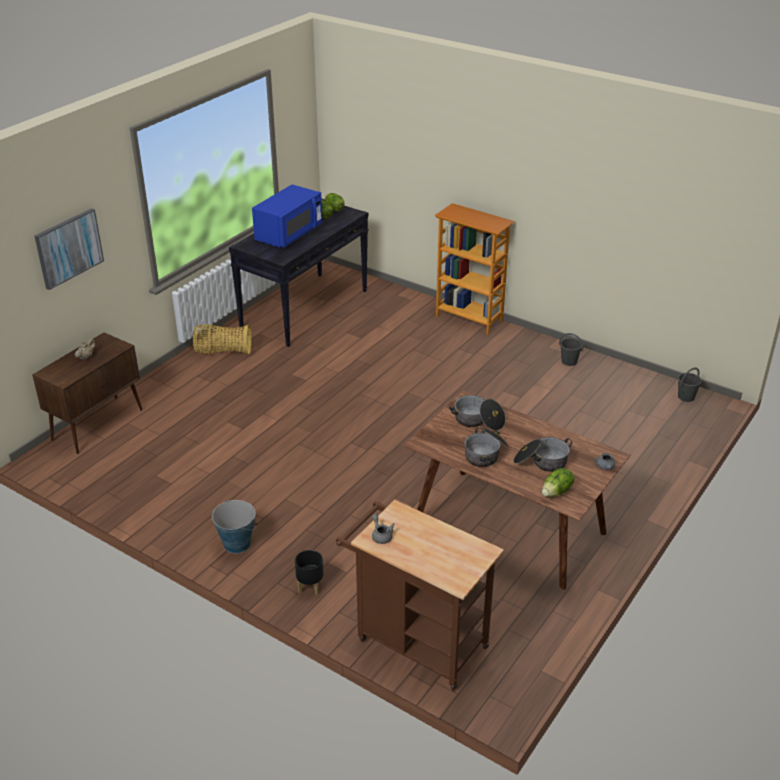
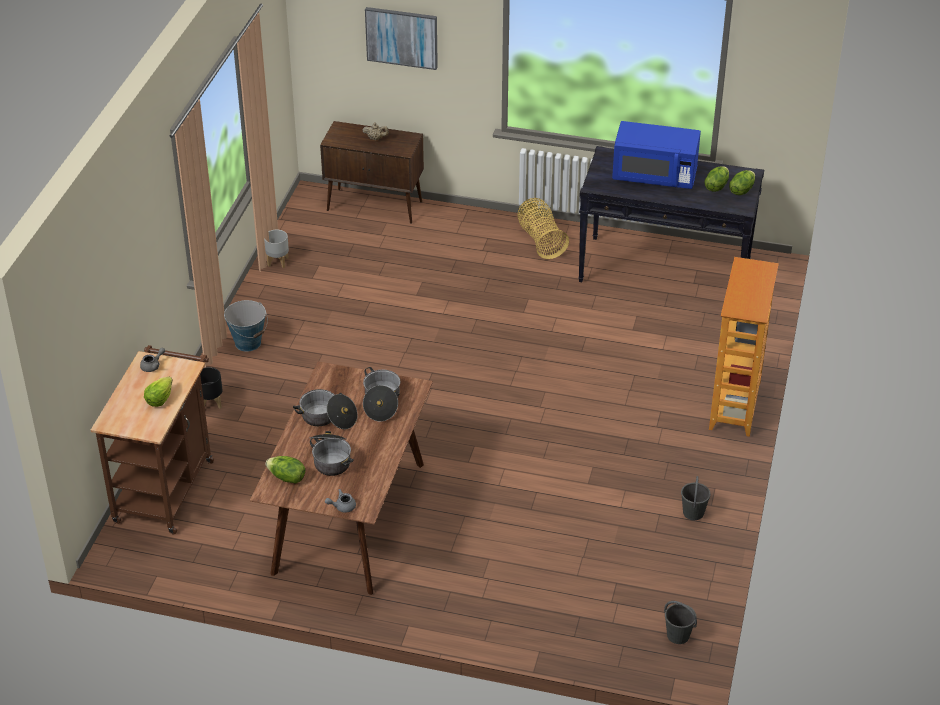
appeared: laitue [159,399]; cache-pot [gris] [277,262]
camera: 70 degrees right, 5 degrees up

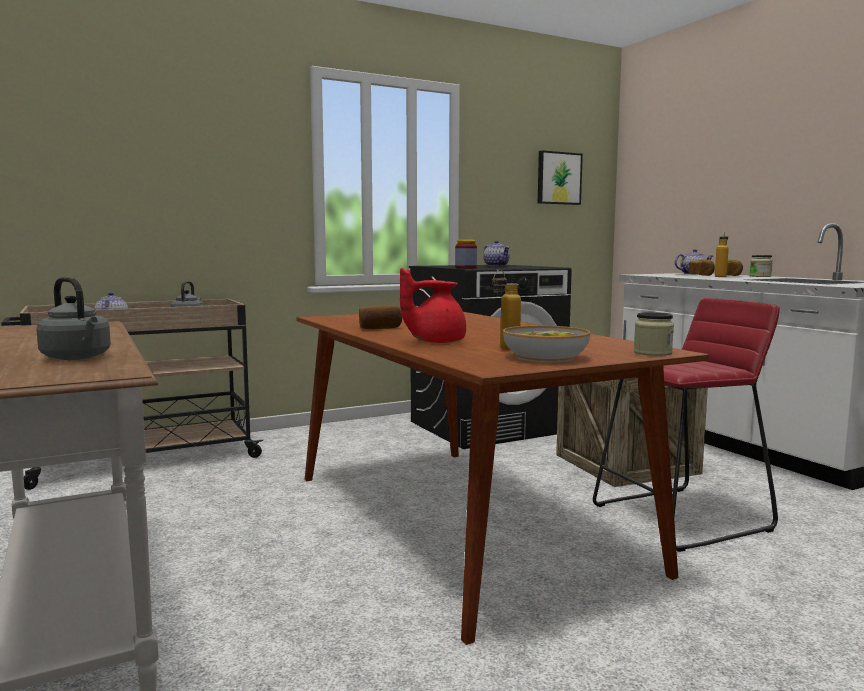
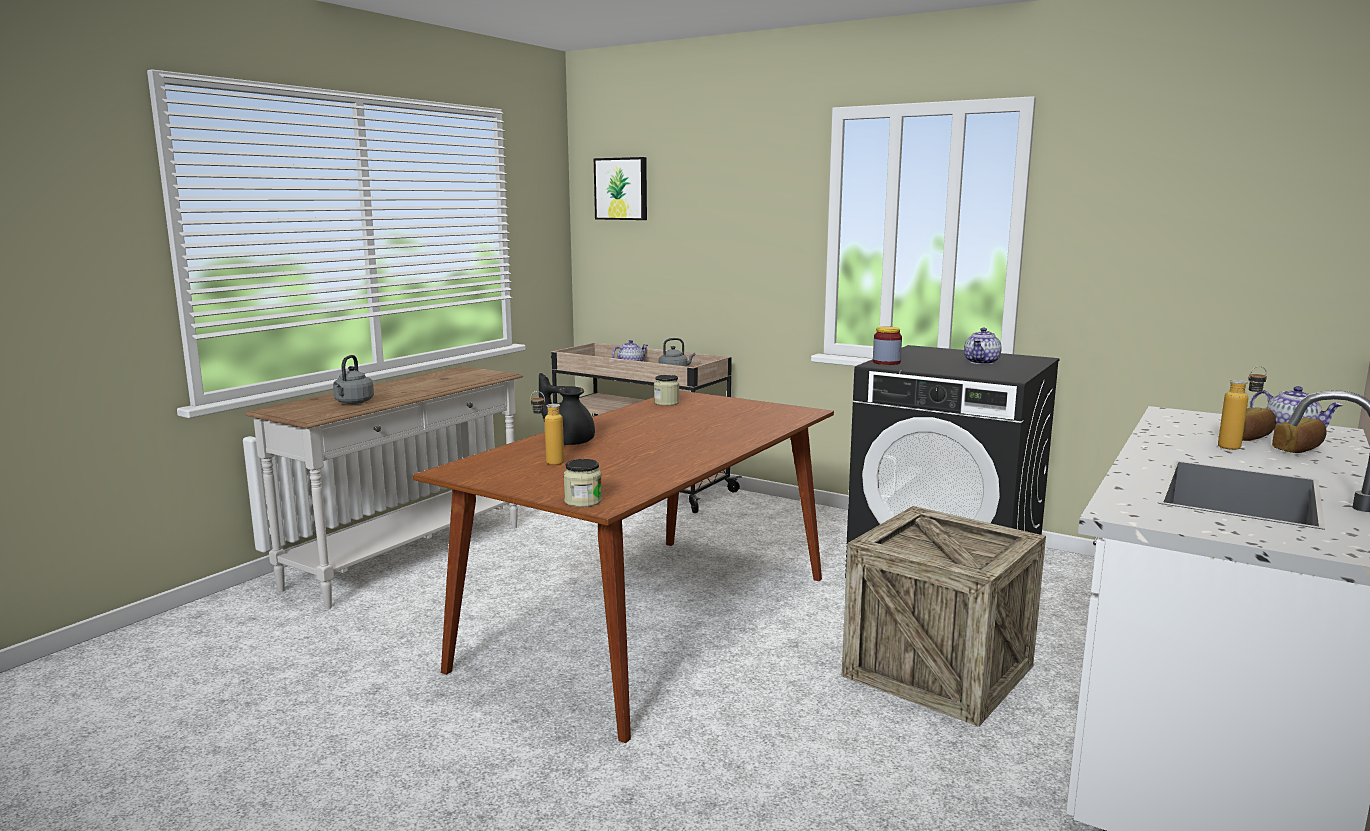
missing: pain [380,328]; bol [545,357]; tabouret [rouge] [681,518]
relocated: tableau [558,178] to [622,189]; bocal [760,276] to [666,403]
colour: théière [rouge] [435,342] to théière [noir] [568,441]
camera: 60 degrees right, 5 degrees up

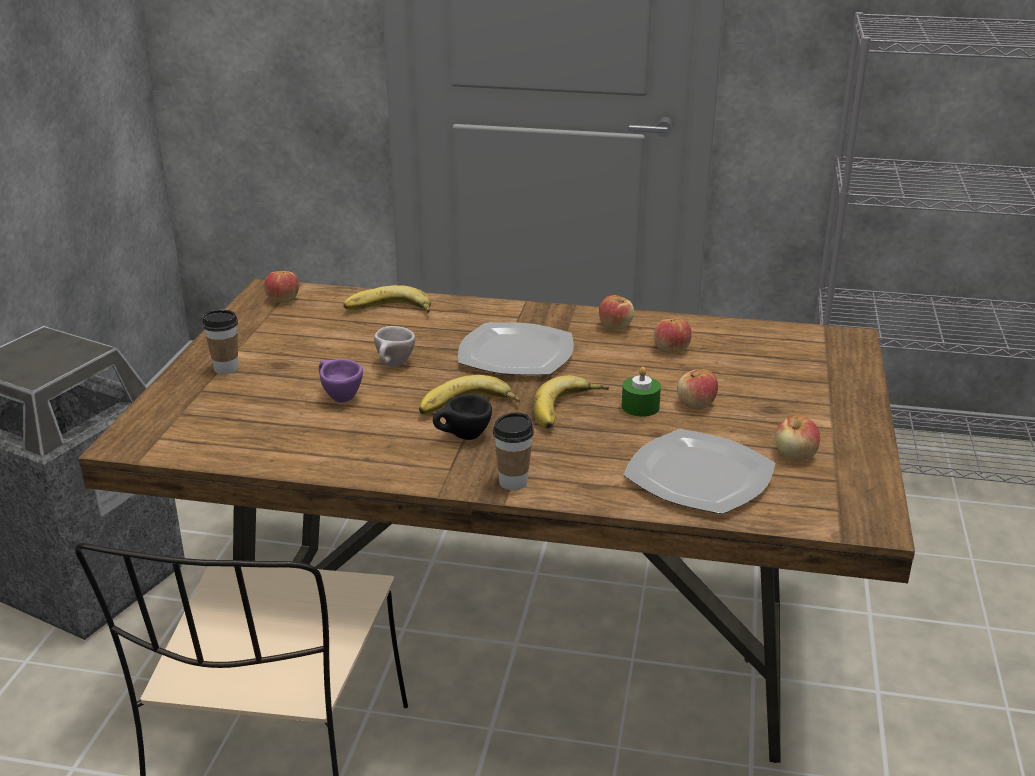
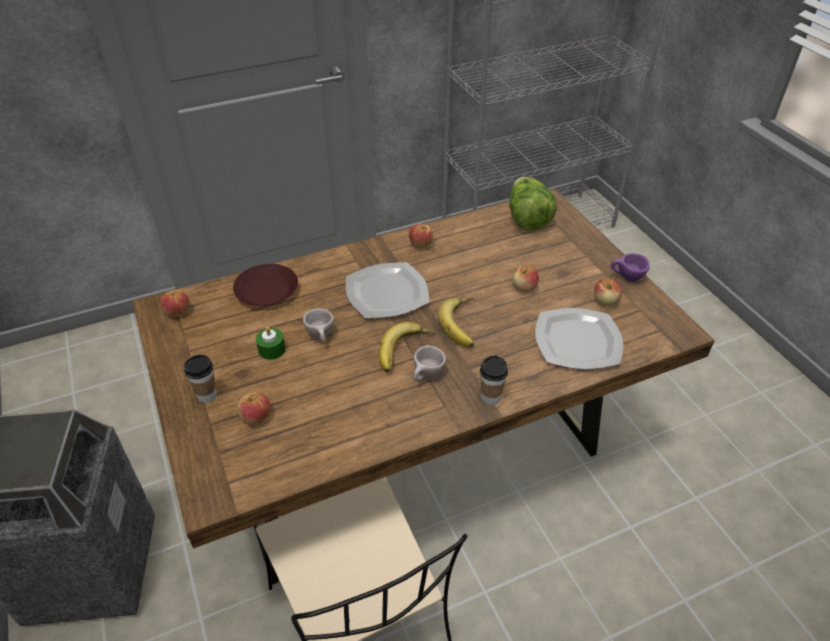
appeared: laitue [527,219]
relocated: tasse [violet] [338,397] to [626,278]; bougie [vert] [640,407] to [272,350]; pomme [671,349] to [256,417]
exchanged: banane [389,311] to assiette [marron] [267,291]
colour: tasse [noir] [463,437] to tasse [beige] [426,377]
camera: 35 degrees left, 15 degrees up

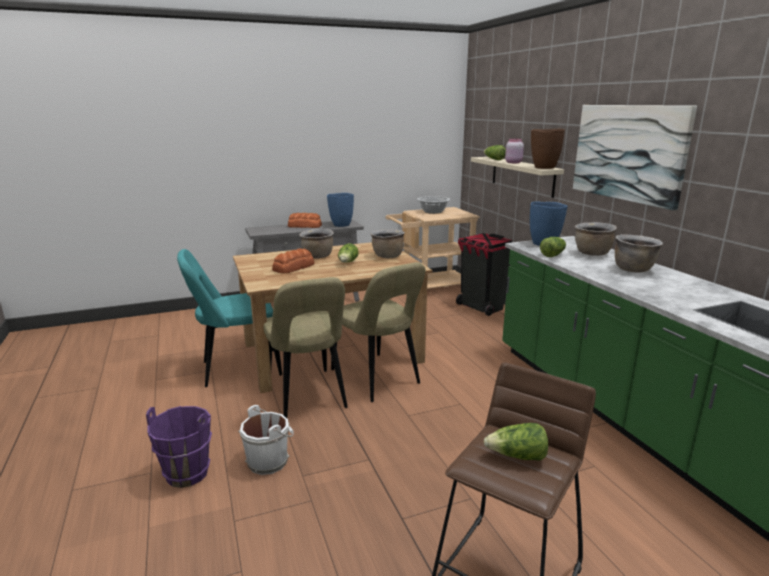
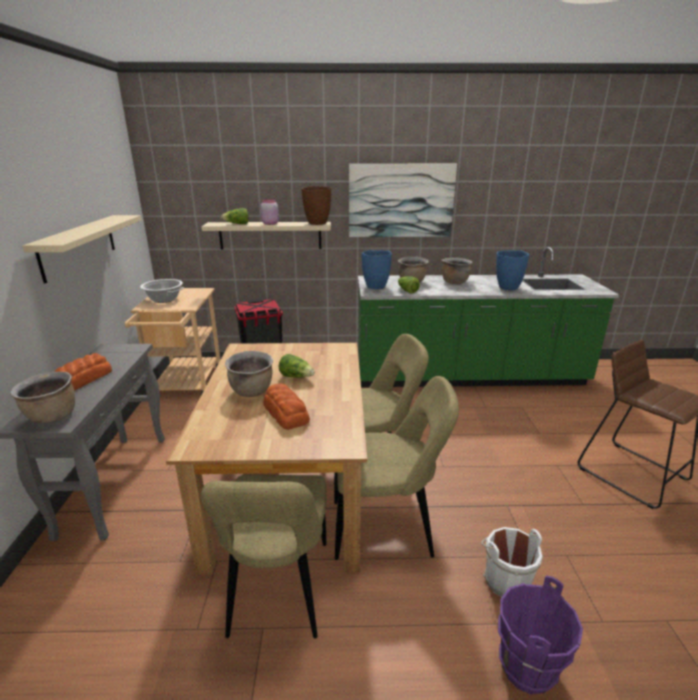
missing: laitue [517,456]
appeared: étagère [beige] [79,246]
relocated: vase [bleu] [341,225] to [508,288]; marmite [marron] [387,256] to [52,417]
colour: chaise [turquoise] [237,369] to chaise [beige] [278,592]
camera: 70 degrees left, 5 degrees up

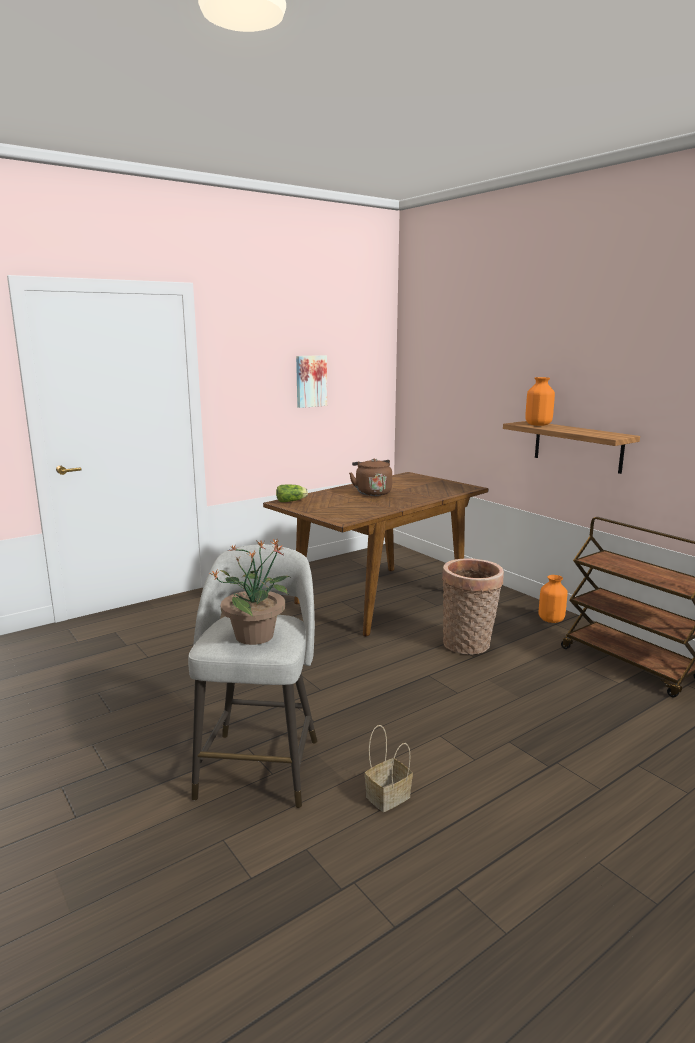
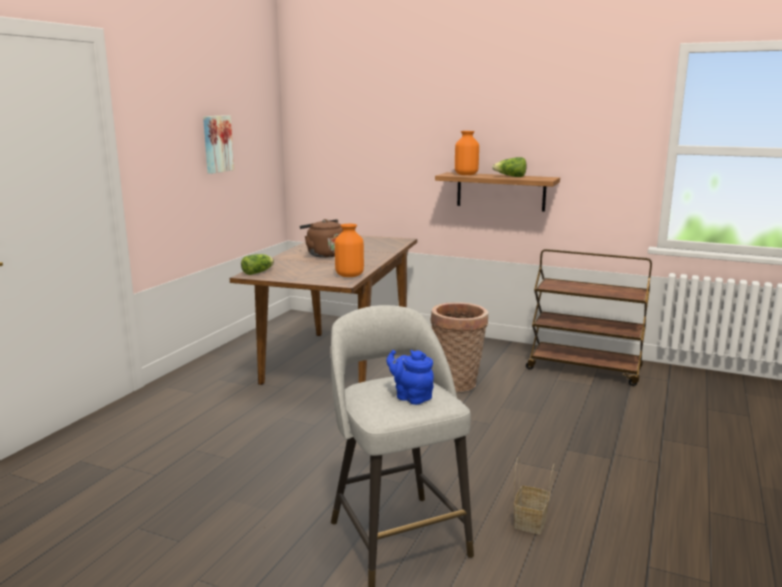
appeared: laitue [510,176]
relocated: vase [orange] [551,620] to [349,275]
exchanged: plante en pot [255,635] to théière [bleu] [411,397]
camera: 30 degrees left, 0 degrees up

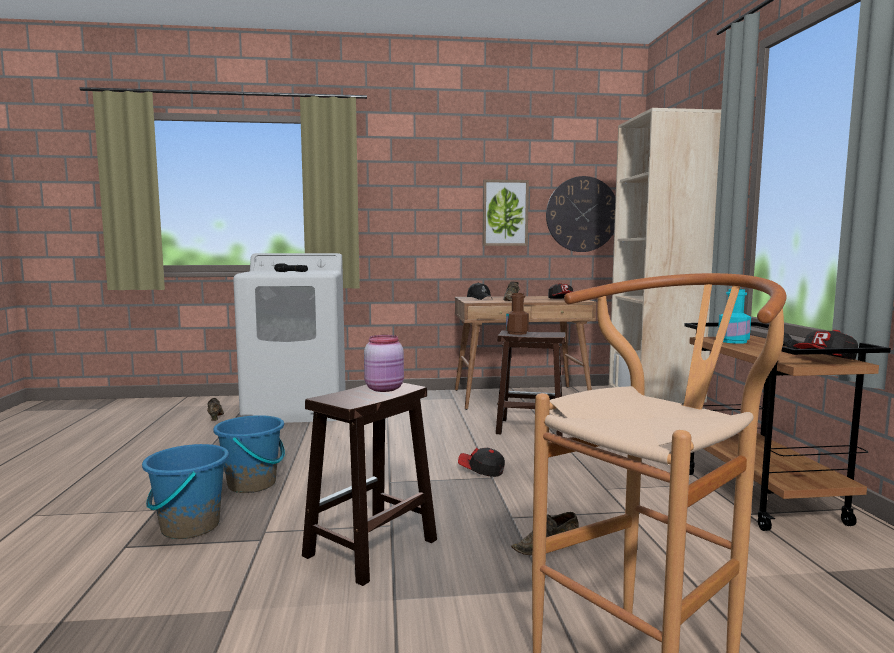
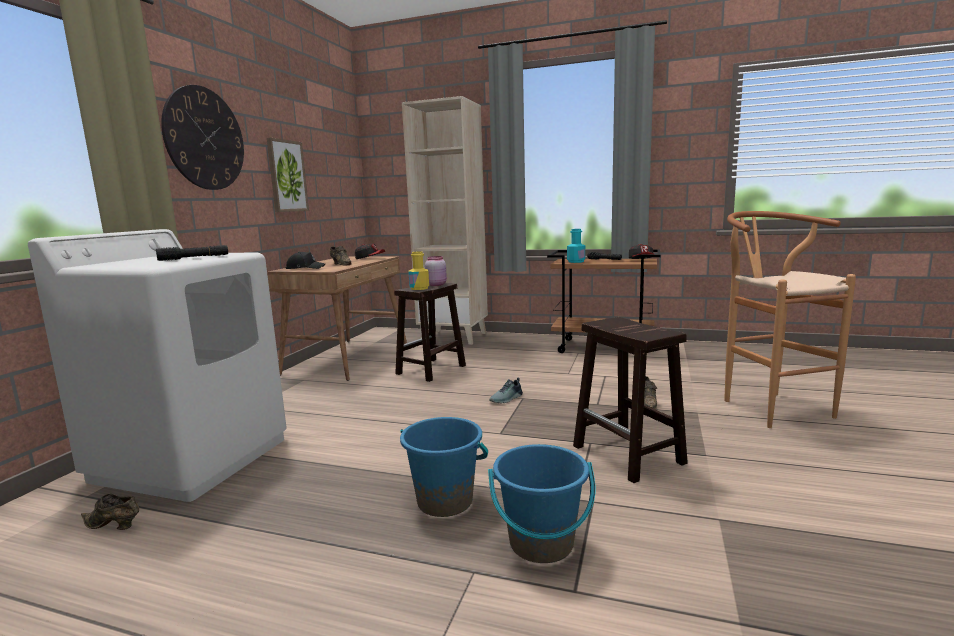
relocated: bocal [rose] [385,389] to [436,284]; horloge murale [582,214] to [205,139]
exchanged: casquette [481,471] to chaussure [507,399]
colour: bouteille [marron] [517,333] to bouteille [jaune] [419,288]
camera: 65 degrees left, 5 degrees up

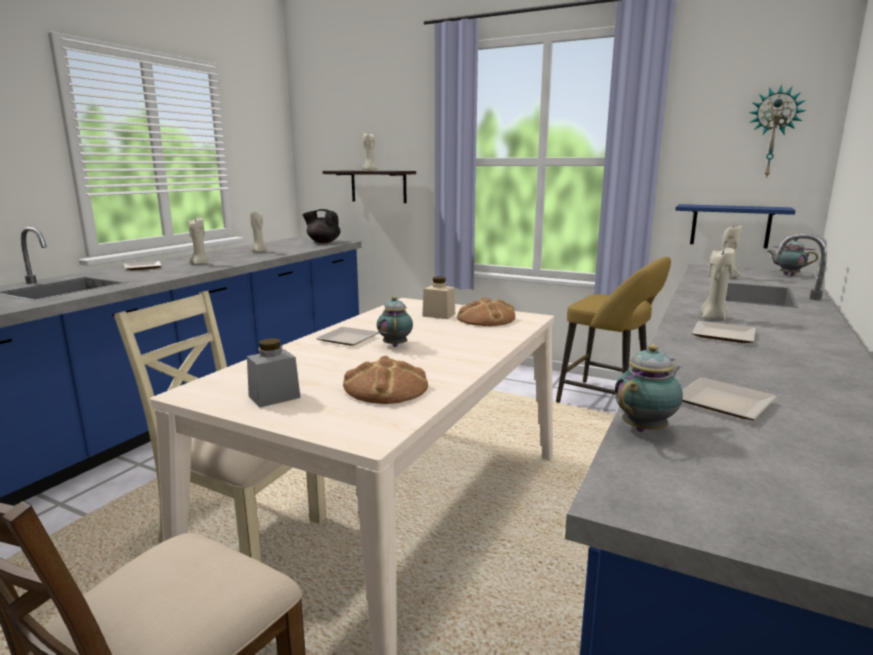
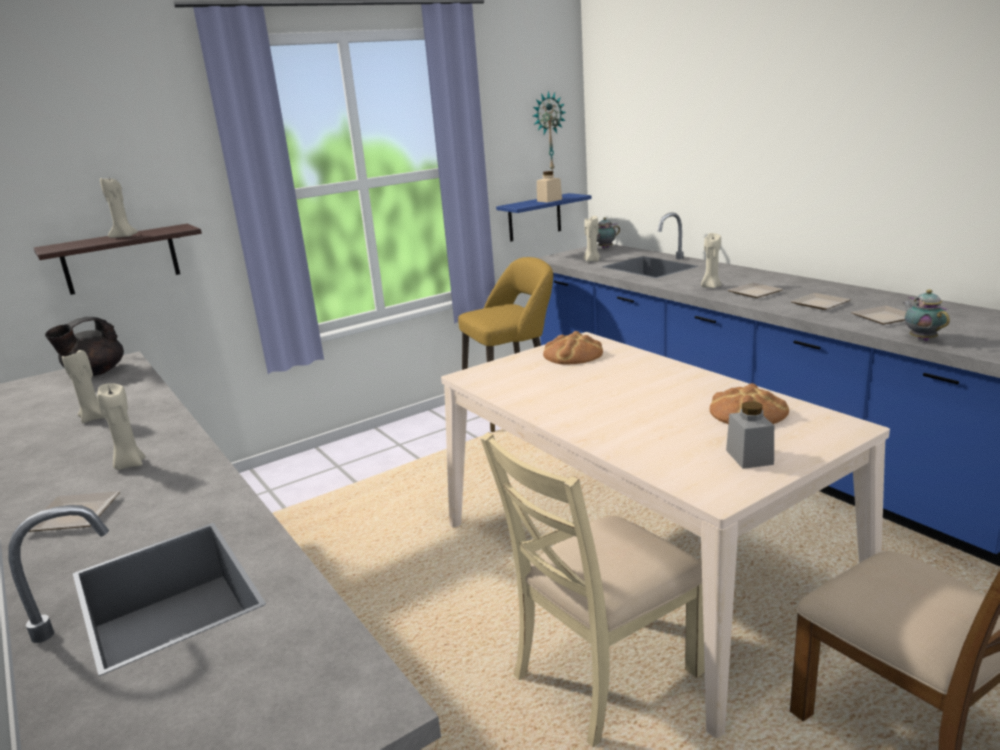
missing: théière [395,345]
relocated: assiette [345,339] to [820,304]; bocal [beige] [439,315] to [549,200]
camera: 60 degrees left, 5 degrees up

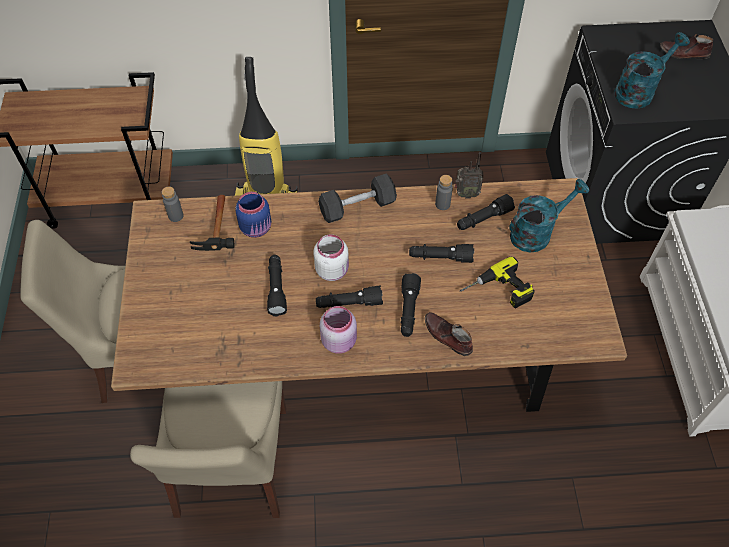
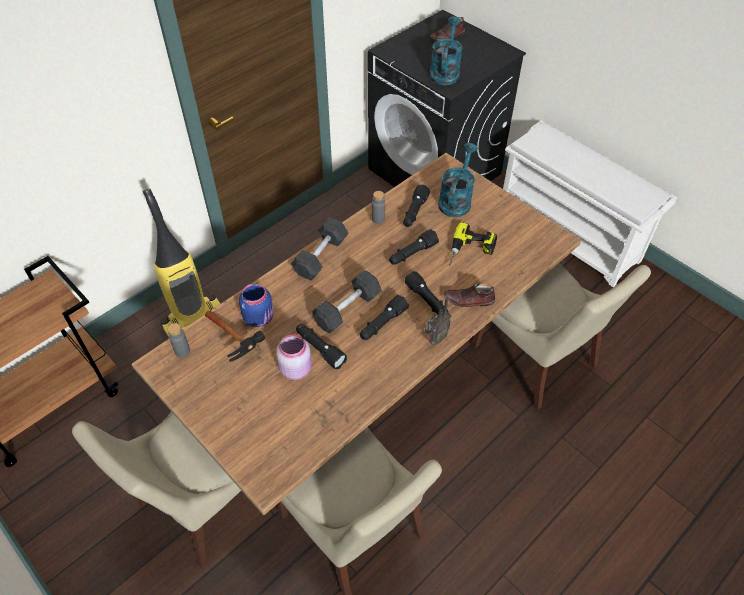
appeared: chaise [beige] [537,359]
relocated: bocal [rose] [339,340] to [296,368]; radio [466,194] to [434,339]
exchanged: bocal [blanc] [332,270] to haltère [gris] [347,309]
camera: 40 degrees left, 5 degrees down

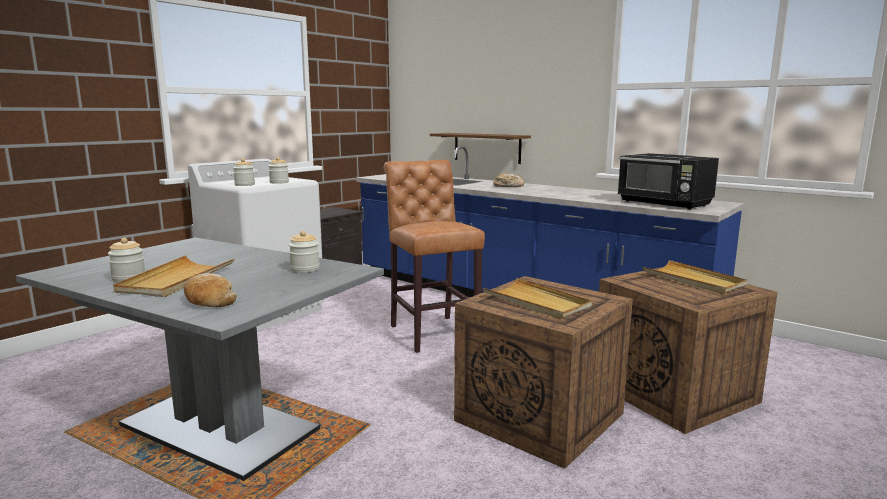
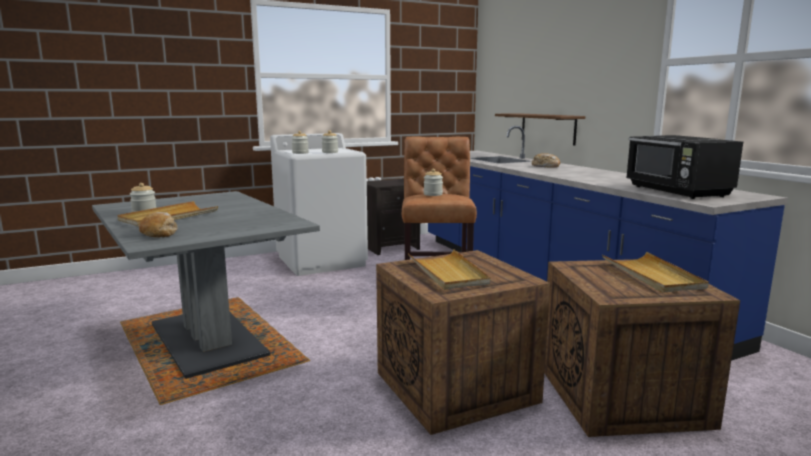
relocated: bocal [305,269] to [433,194]
camera: 25 degrees right, 0 degrees up

